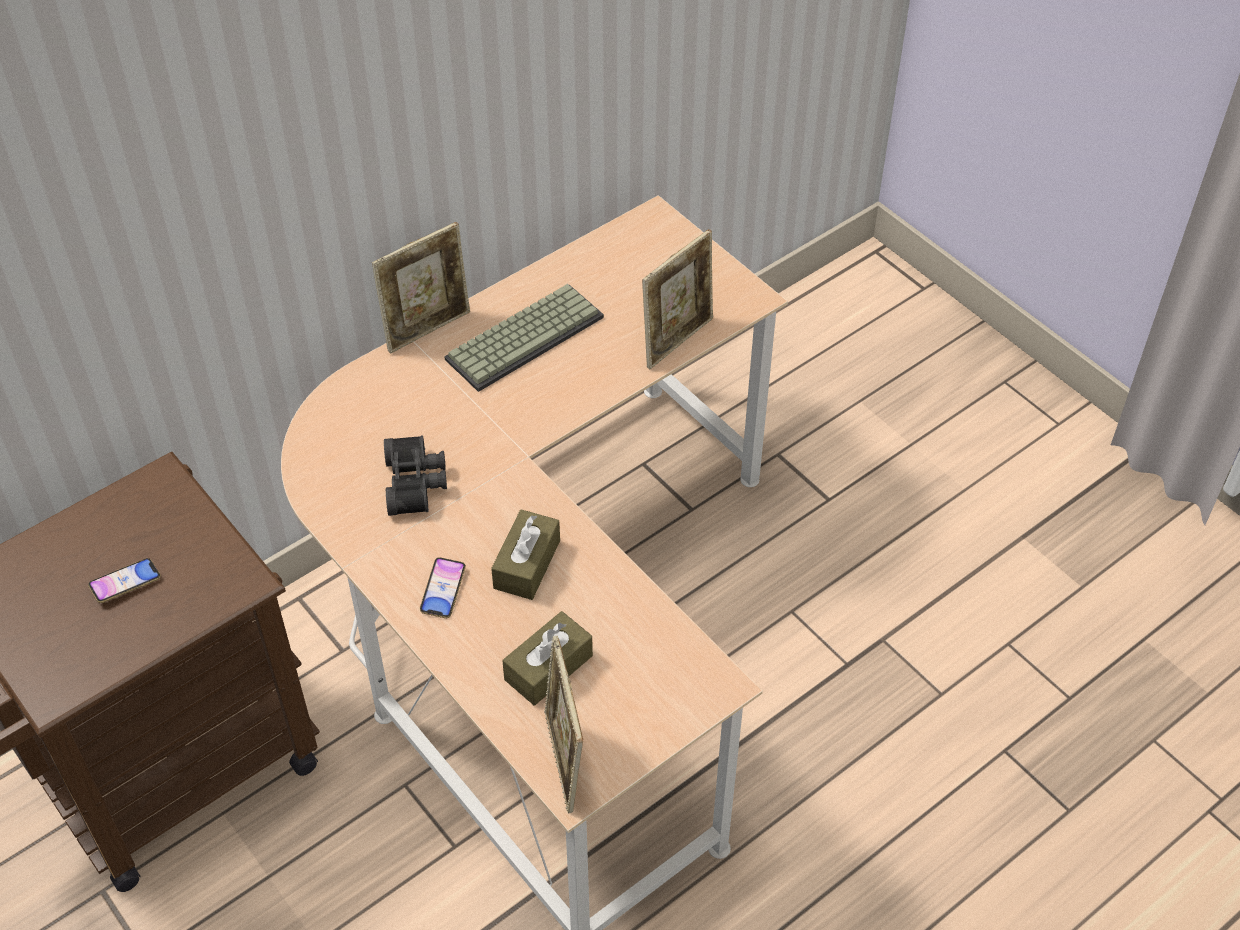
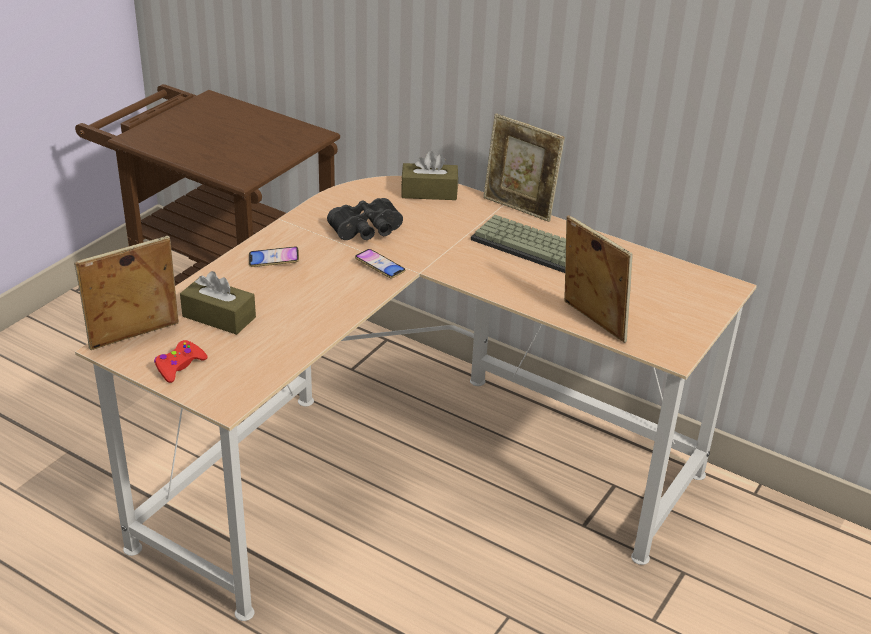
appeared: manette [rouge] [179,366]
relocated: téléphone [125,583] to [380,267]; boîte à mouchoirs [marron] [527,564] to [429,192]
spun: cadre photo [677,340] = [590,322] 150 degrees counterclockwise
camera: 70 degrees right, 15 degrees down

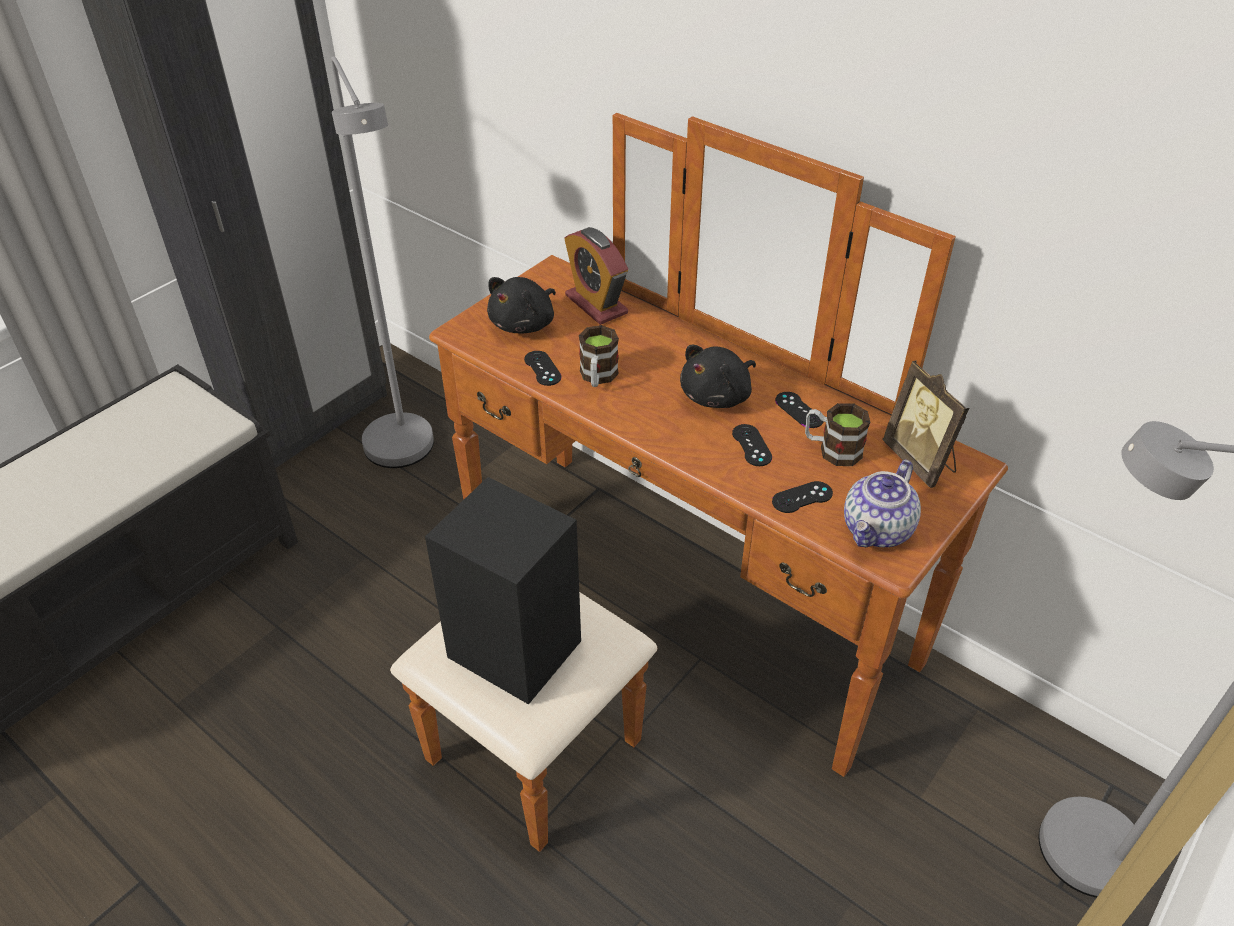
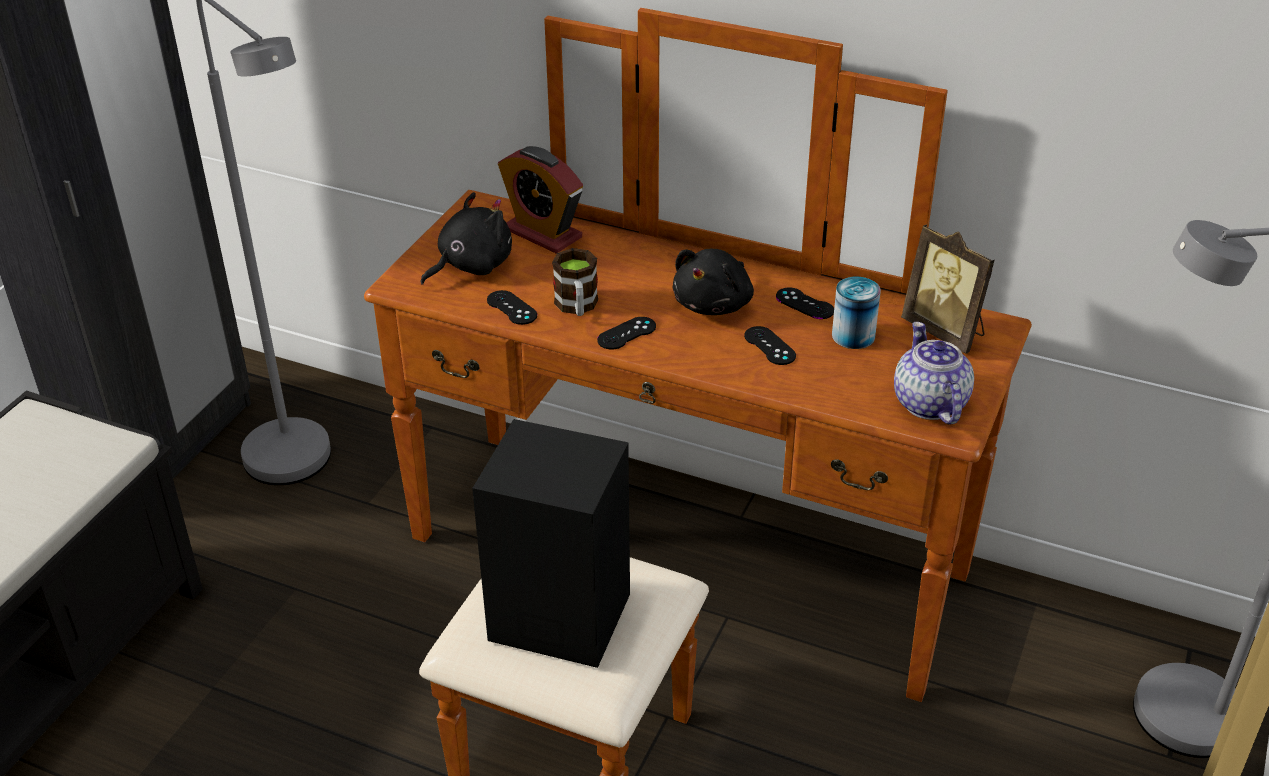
relocated: manette [noir] [802,497] to [626,333]
exchanged: mug [832,449] to boîte métallique [853,336]
spun: peluche [noir] [525,324] = [471,266] 150 degrees counterclockwise; théière [877,530] = [928,403] 150 degrees clockwise
camera: 15 degrees left, 5 degrees down

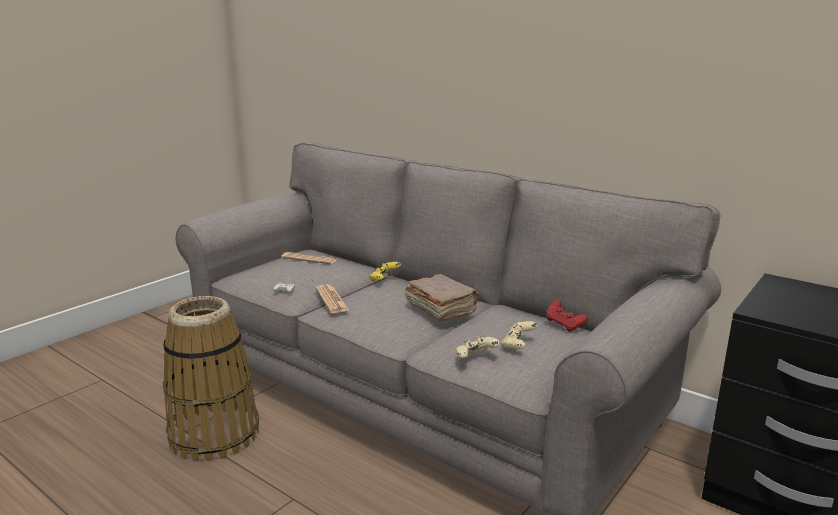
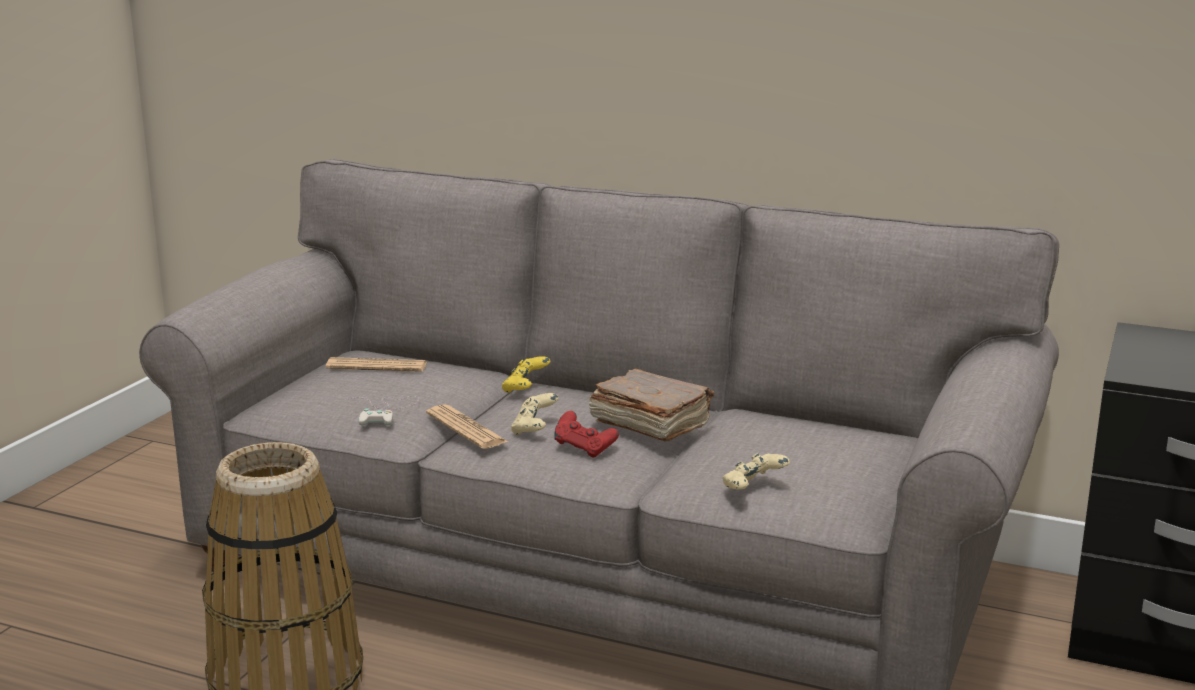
relocated: manette [beige] [518,346] to [534,429]; manette [rouge] [564,325] to [584,449]
camera: 15 degrees left, 0 degrees up

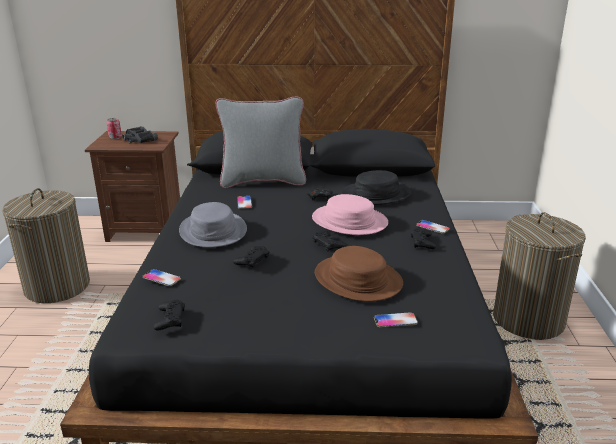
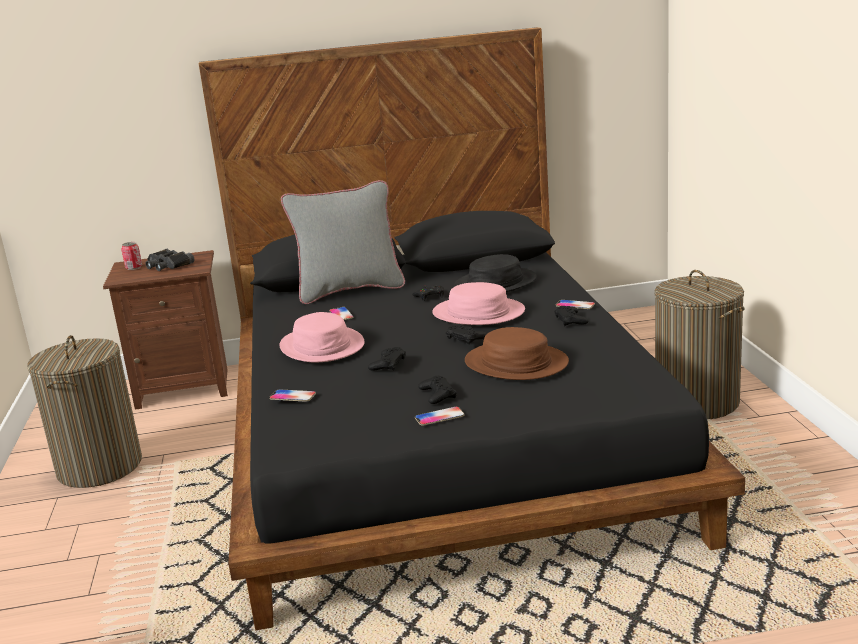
relocated: manette [noir] [170,319] to [437,394]; téléphone [395,320] to [439,417]
colour: chapeau [gris] [213,230] to chapeau [rose] [322,346]
camera: 10 degrees left, 5 degrees down

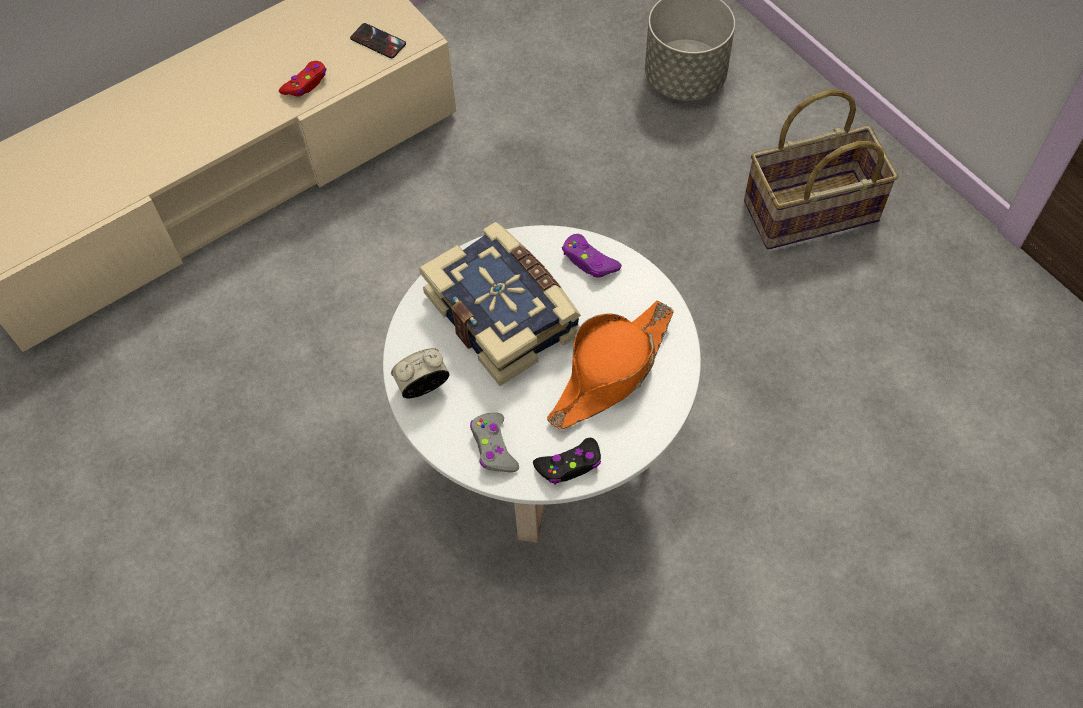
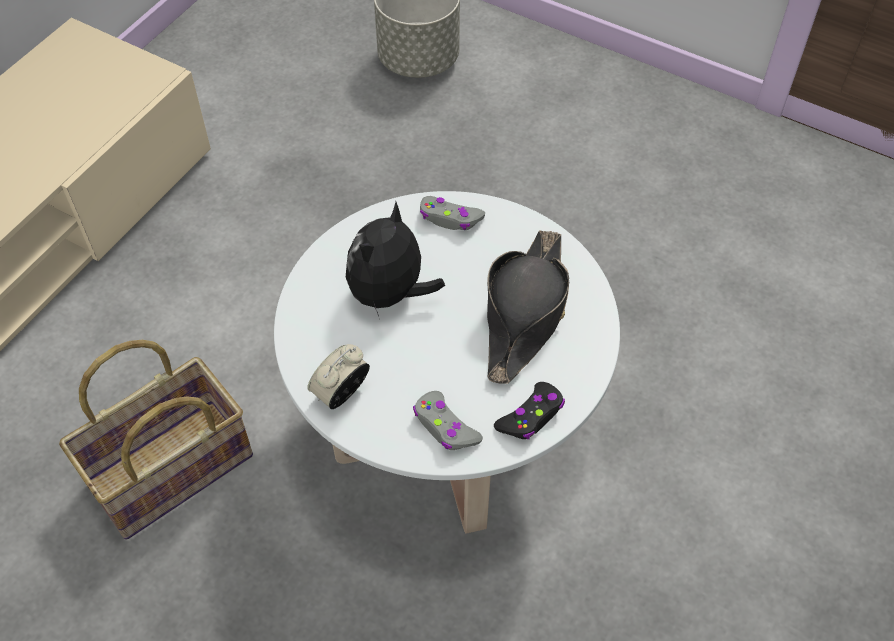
missing: manette [rouge] [306,84]; téléphone [378,41]
relocated: panier [810,213] to [171,472]
exchanged: livre [504,314] to peluche [390,295]
colour: chapeau [orange] [610,371] to chapeau [noir] [524,313]; manette [violet] [589,261] to manette [gris] [450,218]
camera: 25 degrees left, 5 degrees down

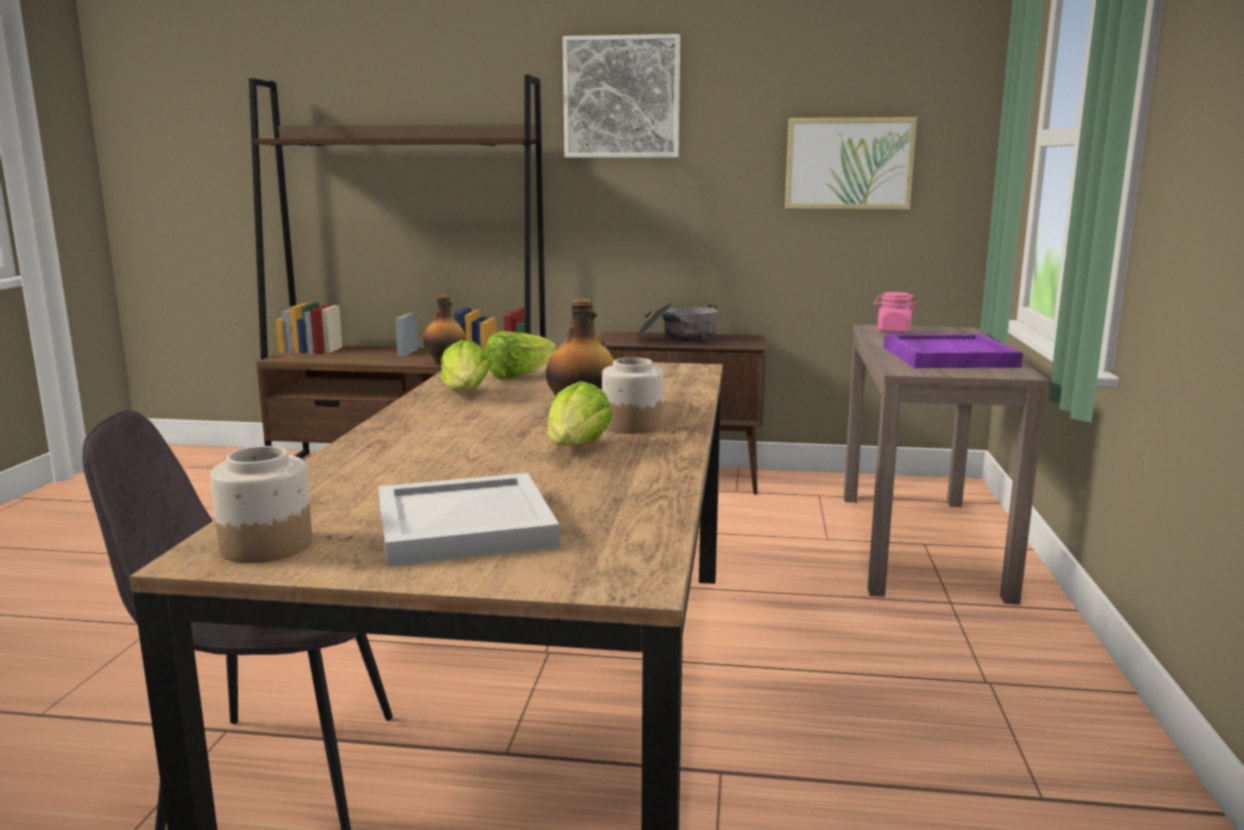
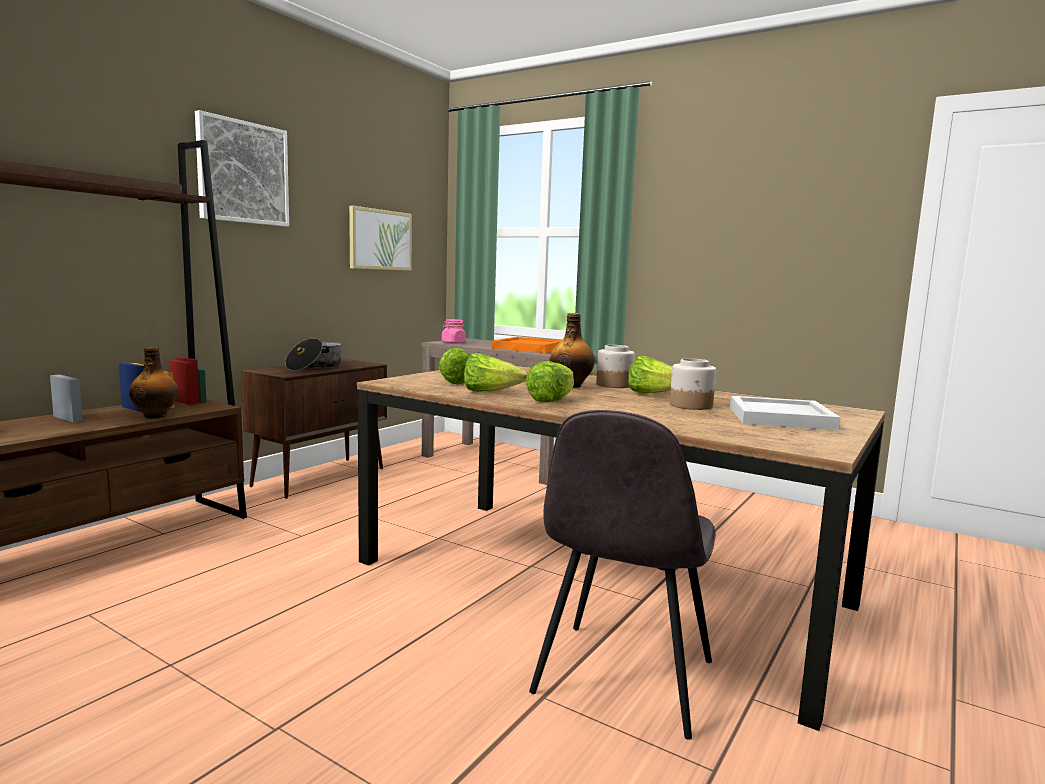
appeared: laitue [552,400]
relocated: bocal [265,546] to [691,406]
colour: plateau [violet] [947,357] to plateau [orange] [528,348]
camera: 65 degrees left, 5 degrees down

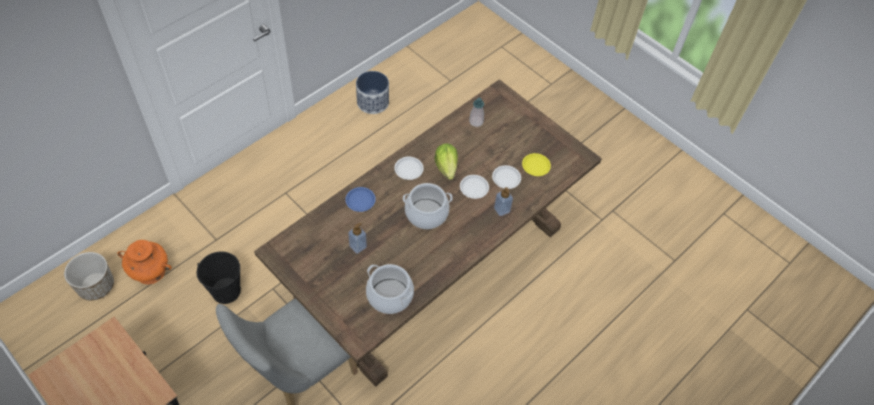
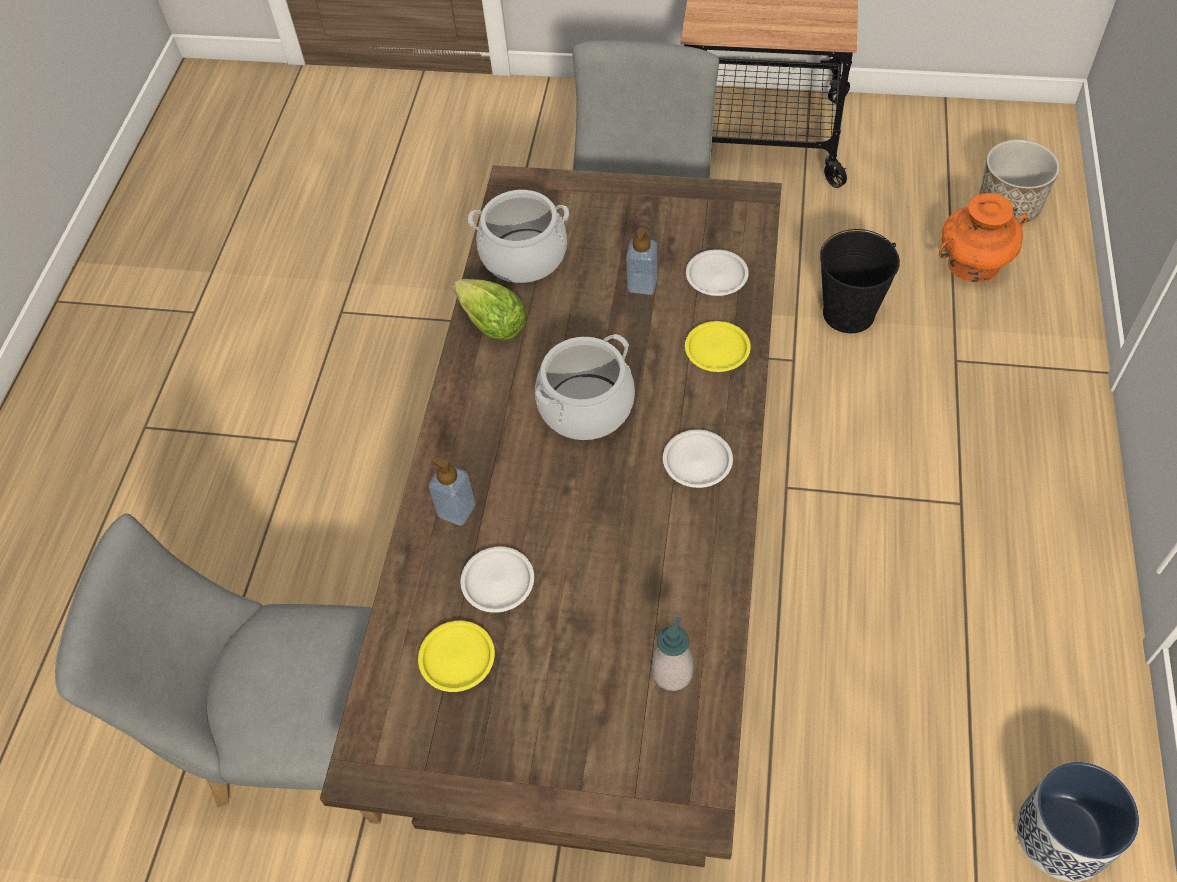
appeared: chaise [gris] [297,741]
relocated: laitue [446,167] to [493,325]; assiette [blanc] [474,188] to [717,276]
colour: assiette [bleu] [360,201] to assiette [jaune] [717,349]
camera: 150 degrees right, 0 degrees up

